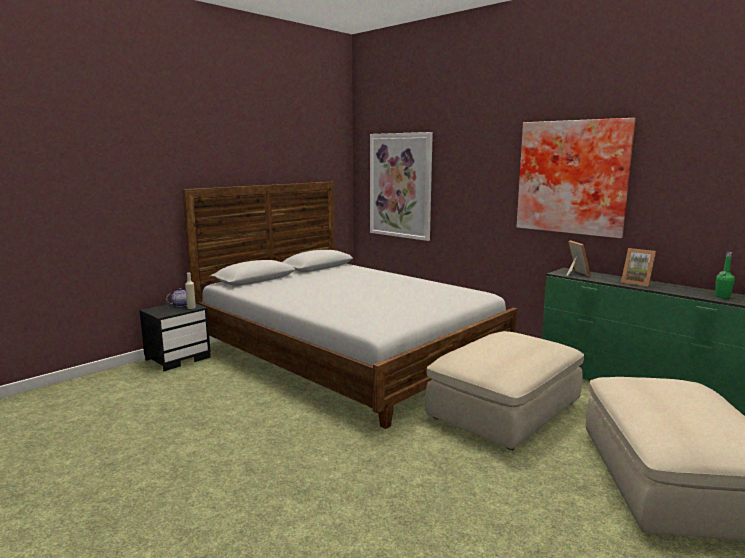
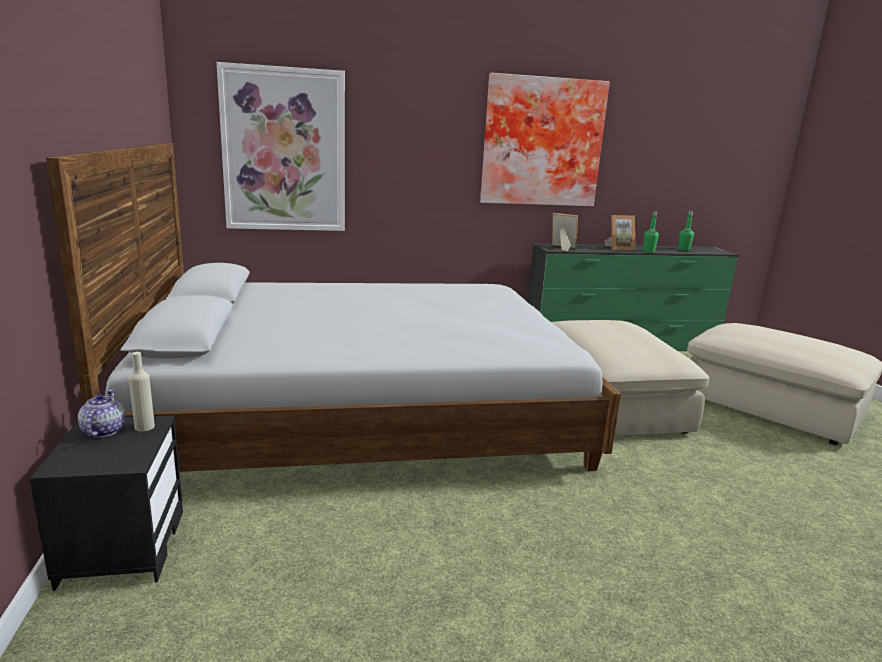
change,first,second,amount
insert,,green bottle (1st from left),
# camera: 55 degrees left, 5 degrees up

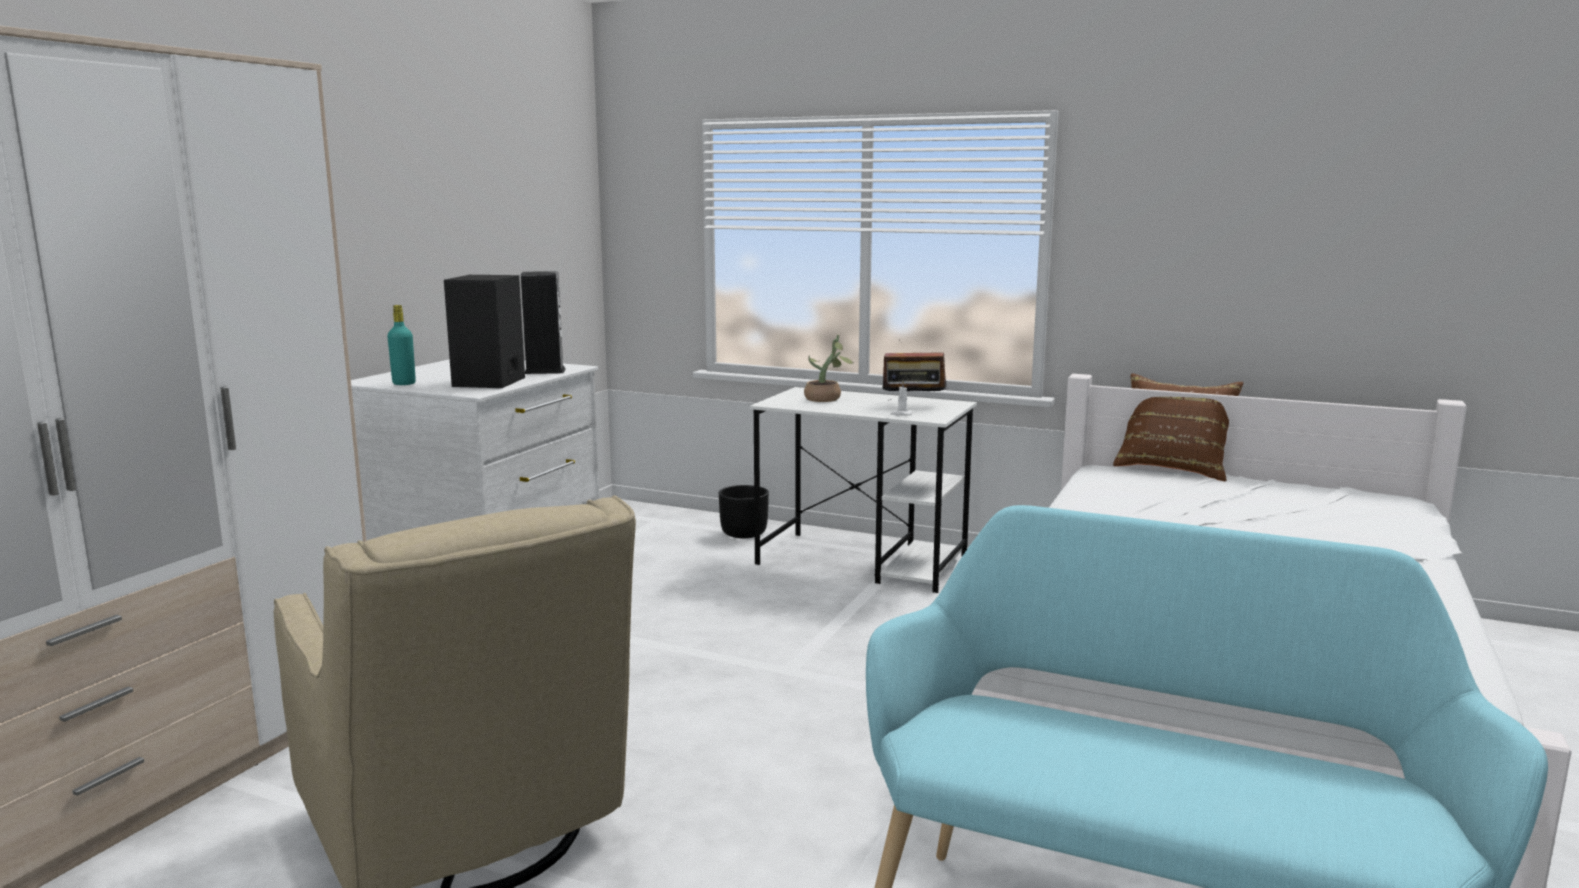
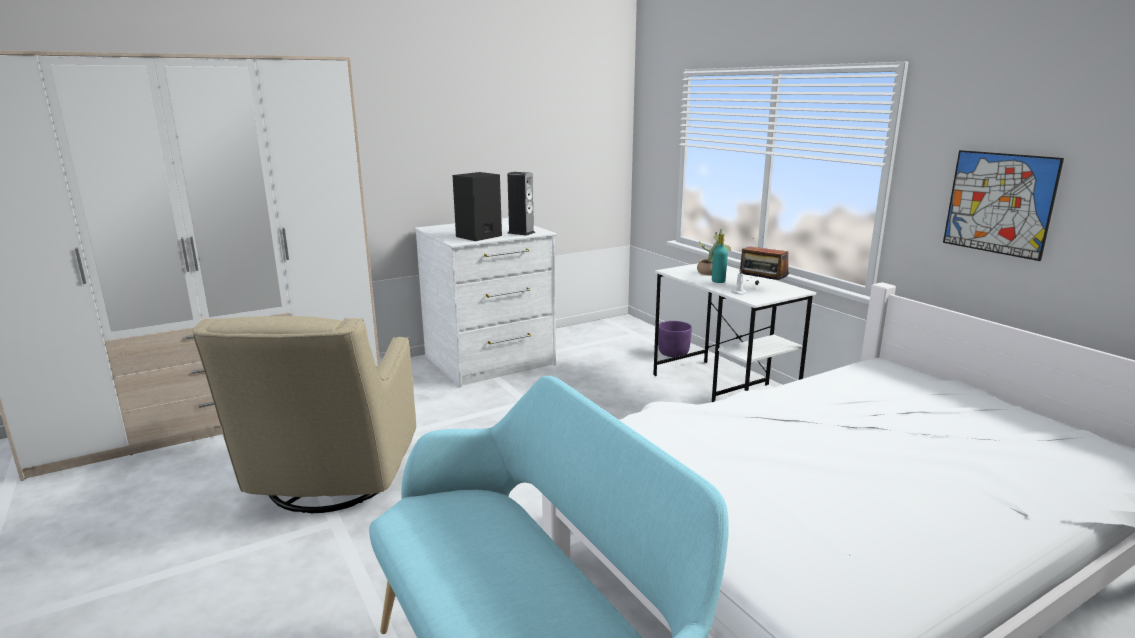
change,first,second,amount
delete,brown pillow,,
insert,,picture,
move,turquoise bottle,,
recolor,black planter,purple planter,
# camera: 35 degrees right, 5 degrees up

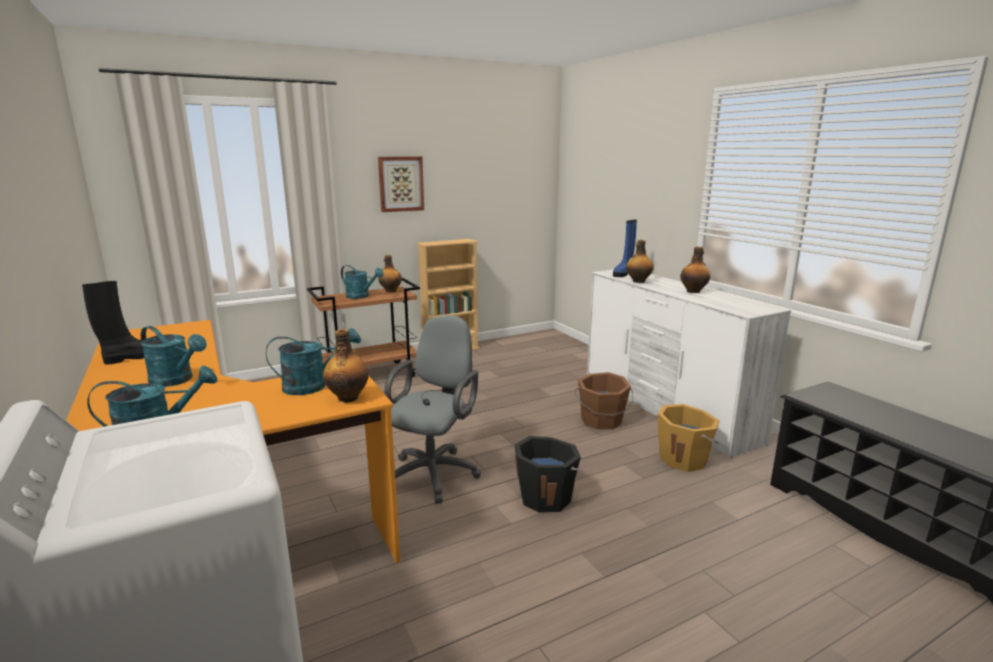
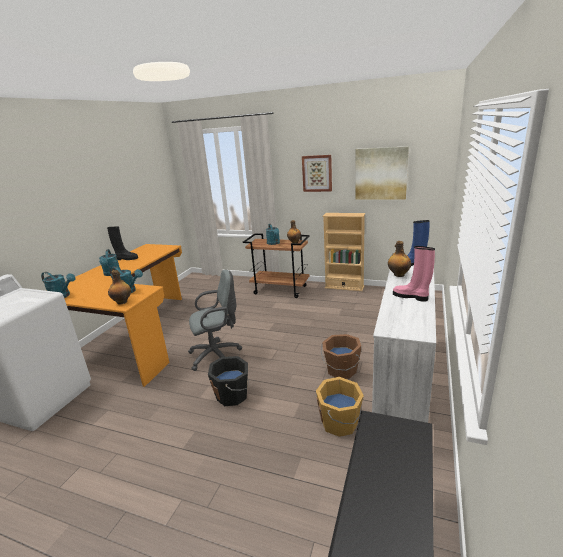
change,first,second,amount
insert,,picture (2nd from left),
replace,bottle (4th from left),pink boot,
# camera: 50 degrees right, 5 degrees up

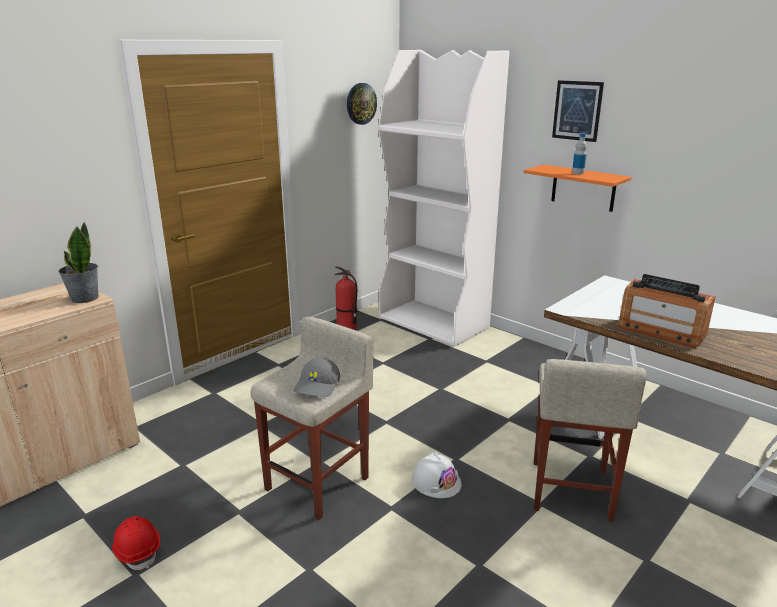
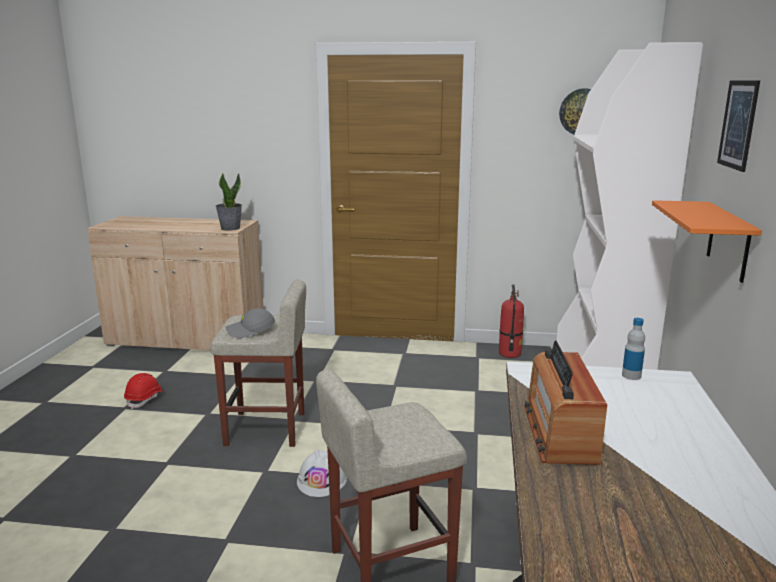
change,first,second,amount
move,bottle,,
# camera: 55 degrees right, 5 degrees down

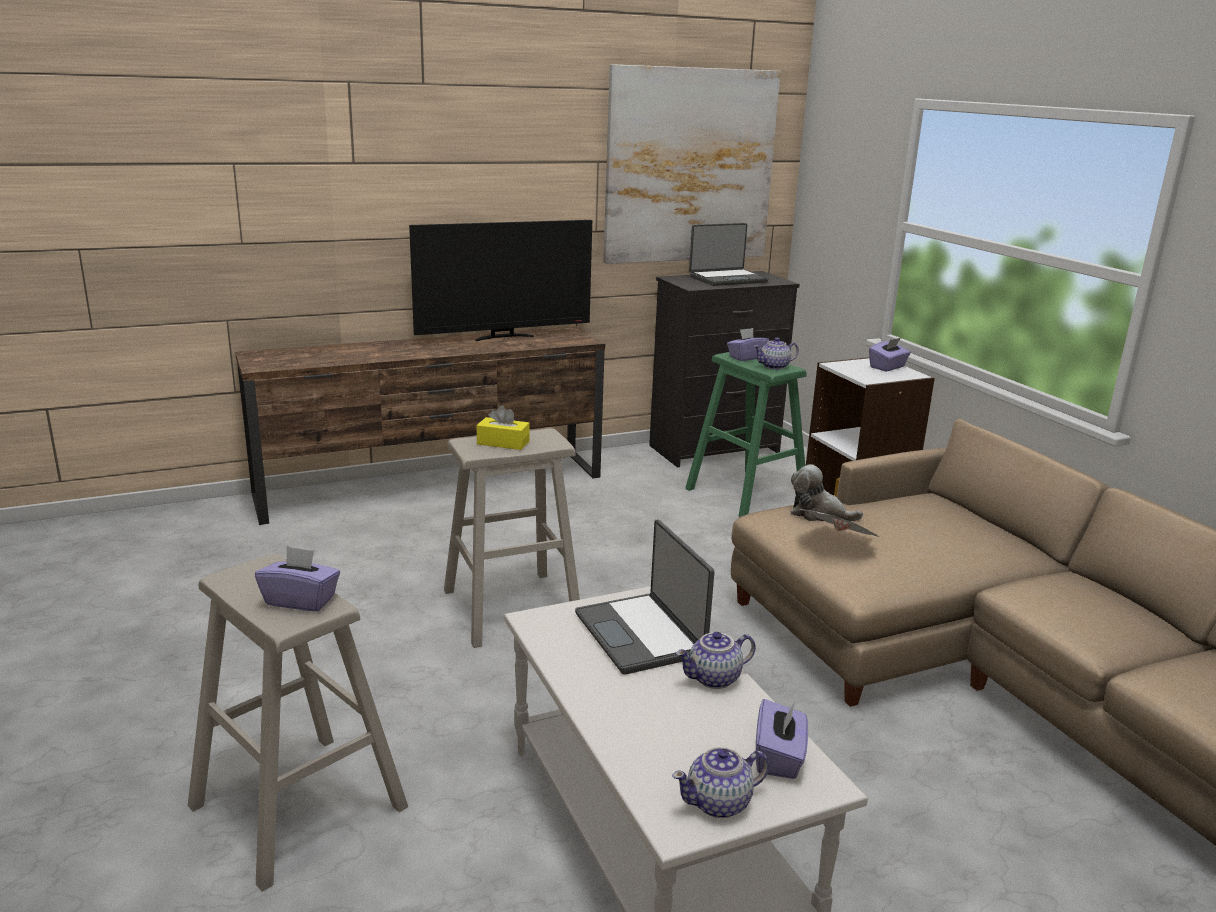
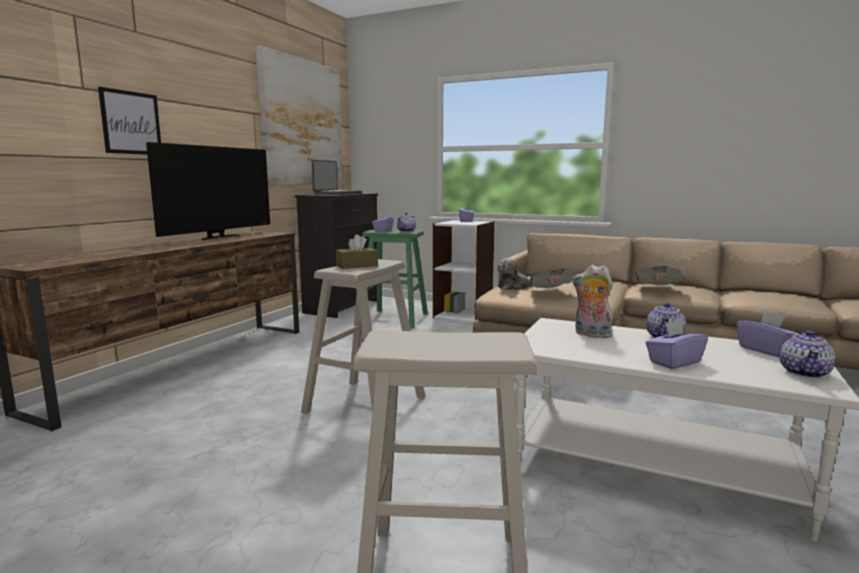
change,first,second,amount
insert,,picture (1st from left),
insert,,newspaper (2nd from left),
move,purple tissue box (1st from left in the first image),purple tissue box (3rd from left),
replace,laptop (1st from left),plush toy (2nd from left),
recolor,yellow tissue box,brown tissue box,
# camera: 40 degrees left, 10 degrees down

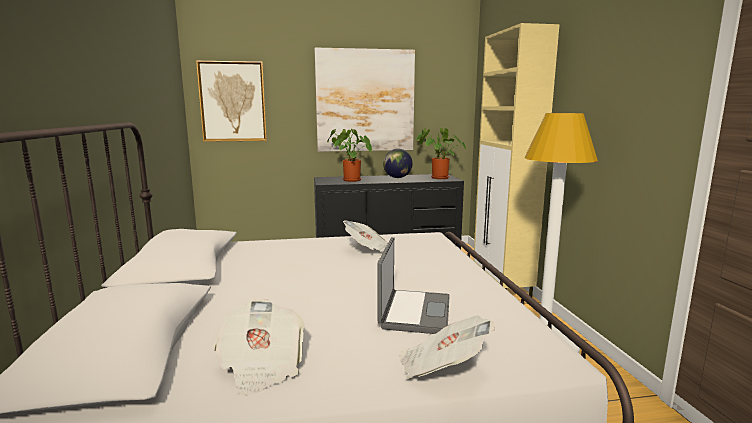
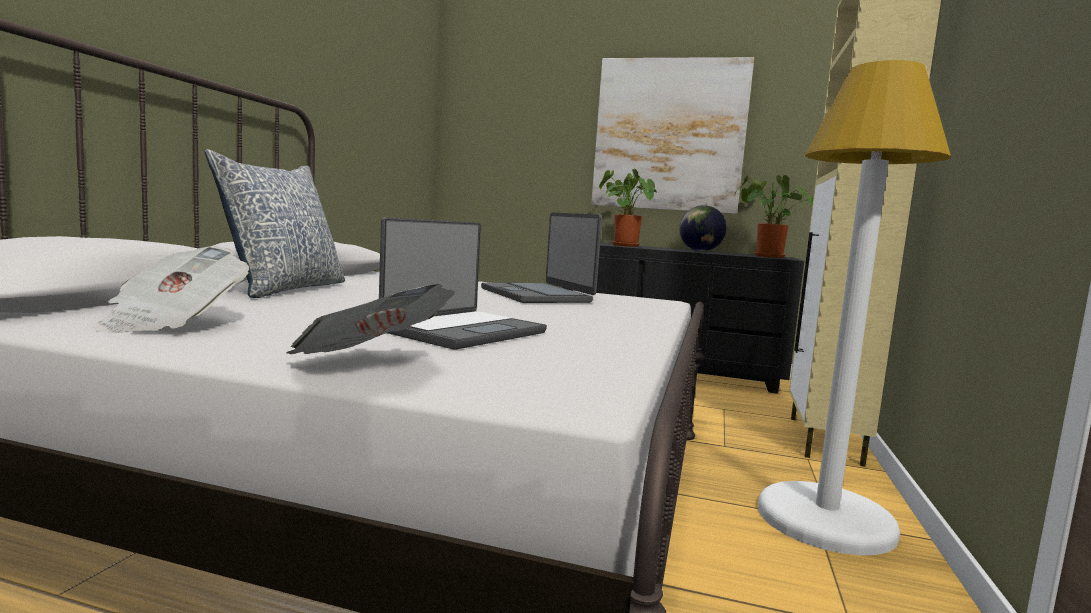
change,first,second,amount
delete,picture (1st from left),,
insert,,pillow,
replace,newspaper (2nd from left),laptop (2nd from left),
# camera: 25 degrees right, 5 degrees down

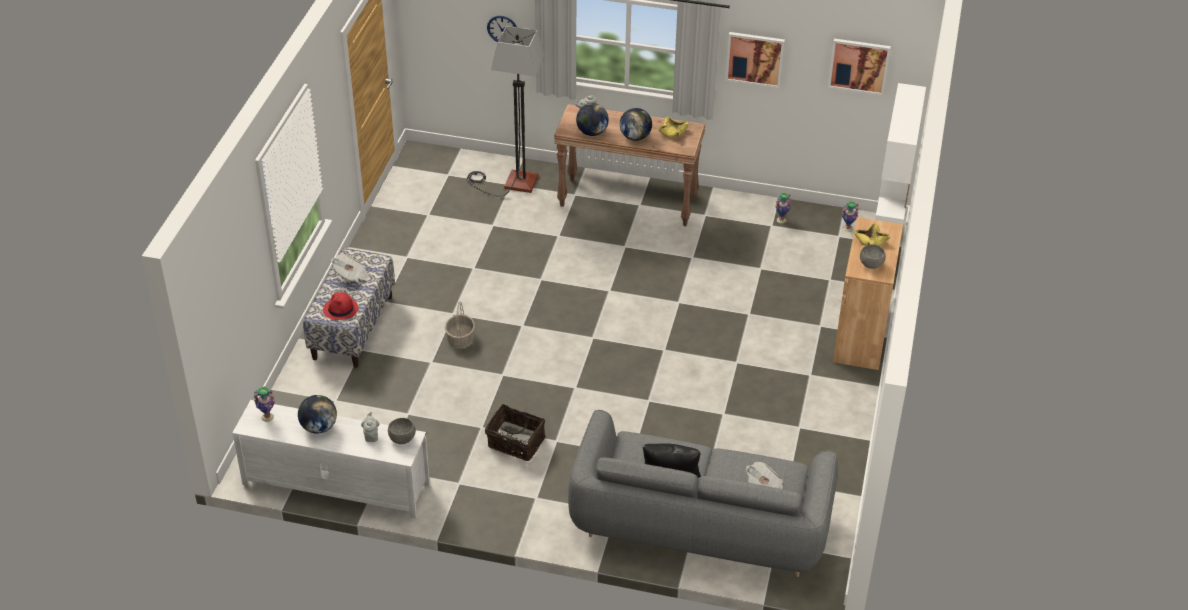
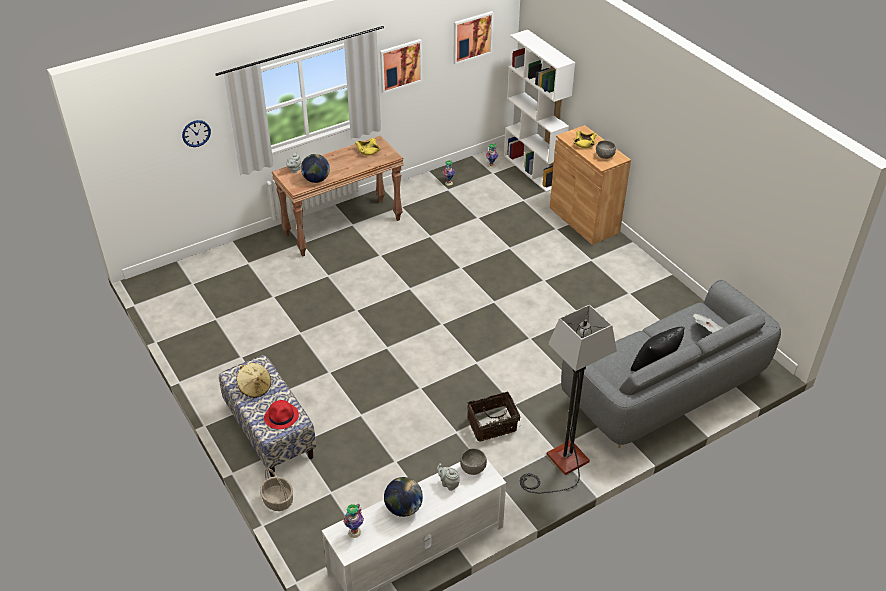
change,first,second,amount
delete,globe (3rd from left),,
move,basket (1st from left),,
move,floor lamp,,
replace,newspaper (1st from left),beige hat,
# camera: 45 degrees left, 0 degrees up

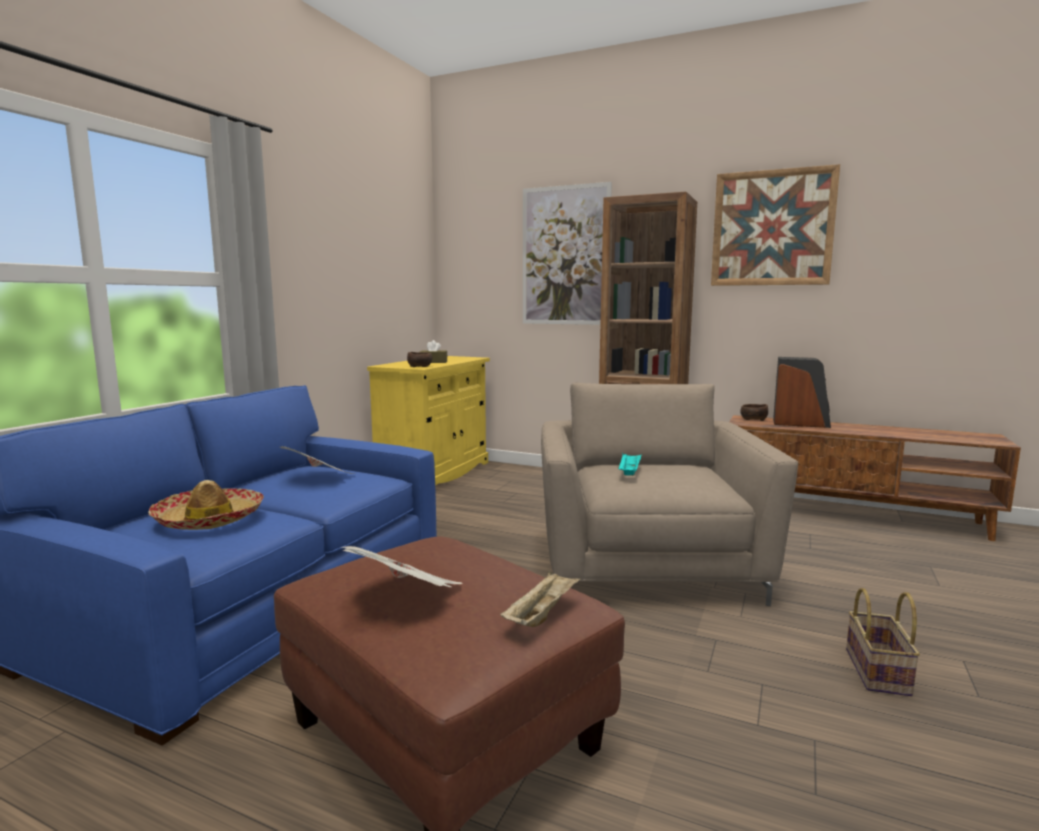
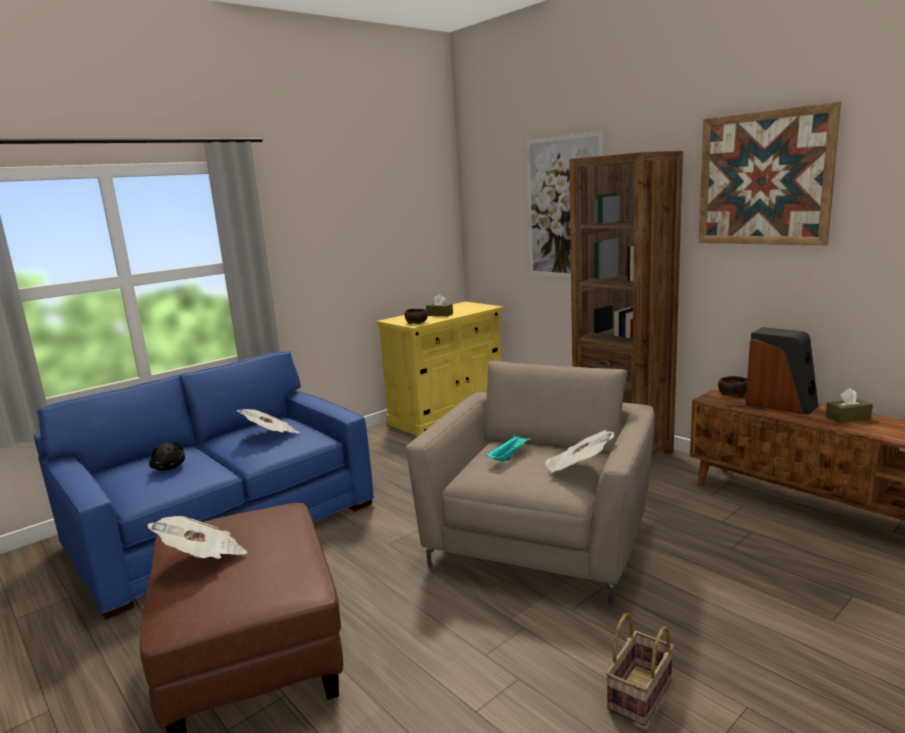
change,first,second,amount
delete,beige tray,,
insert,,newspaper (3rd from left),
insert,,brown tissue box (2nd from left),
replace,hat,black plush toy,
# camera: 25 degrees right, 5 degrees up

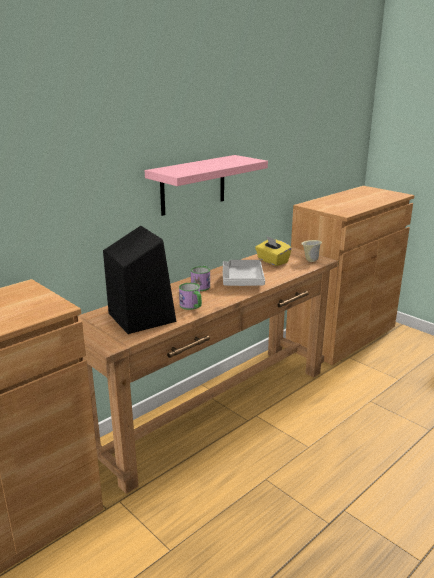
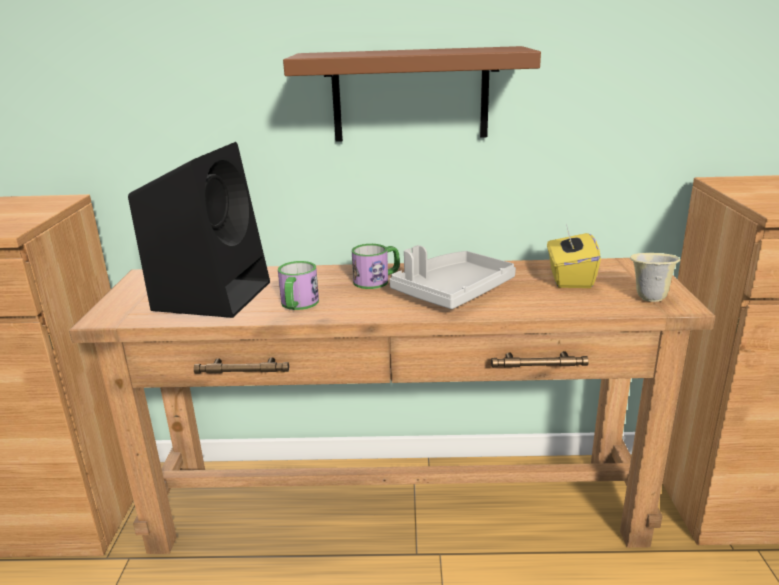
change,first,second,amount
recolor,pink shelf,brown shelf,
# camera: 45 degrees right, 0 degrees up

